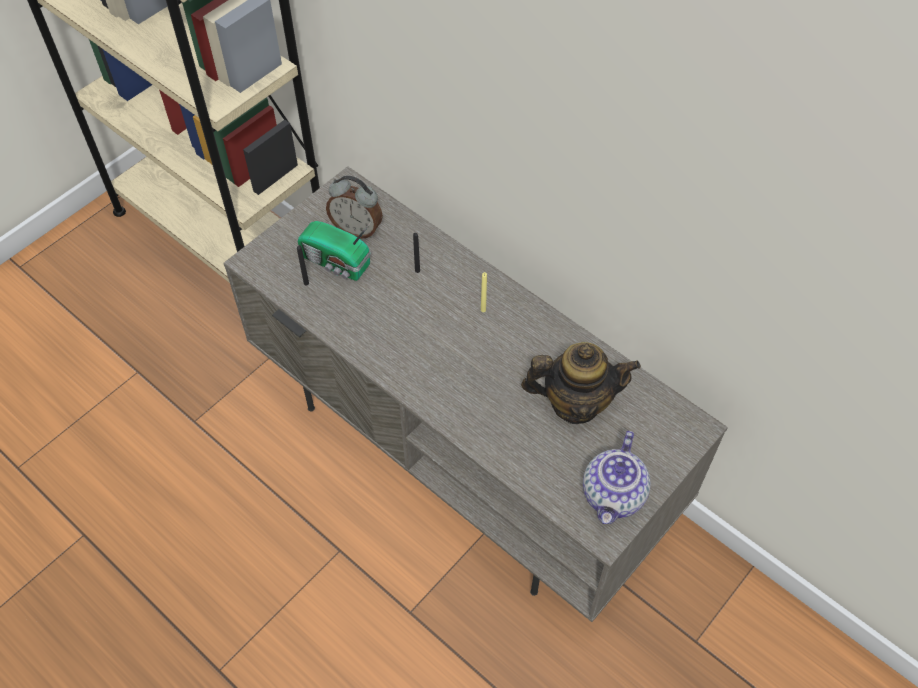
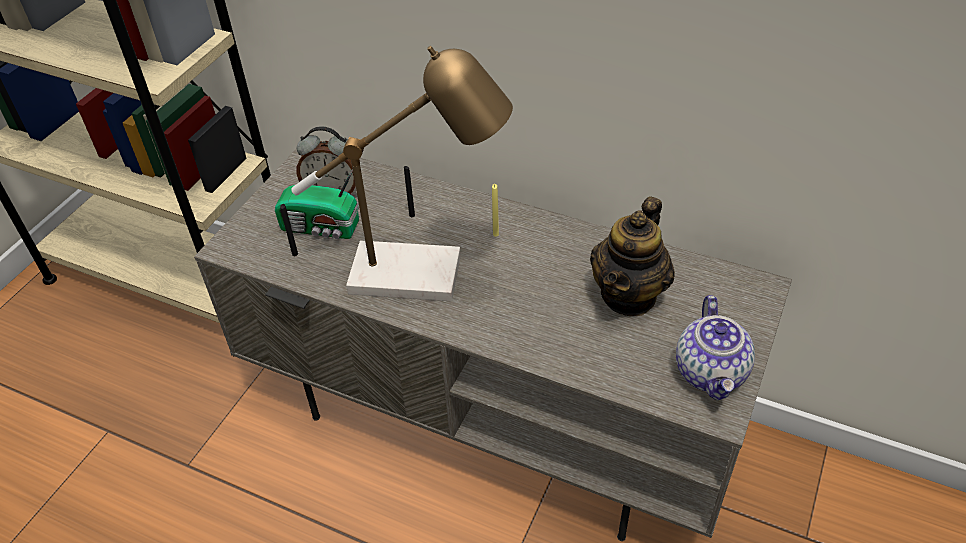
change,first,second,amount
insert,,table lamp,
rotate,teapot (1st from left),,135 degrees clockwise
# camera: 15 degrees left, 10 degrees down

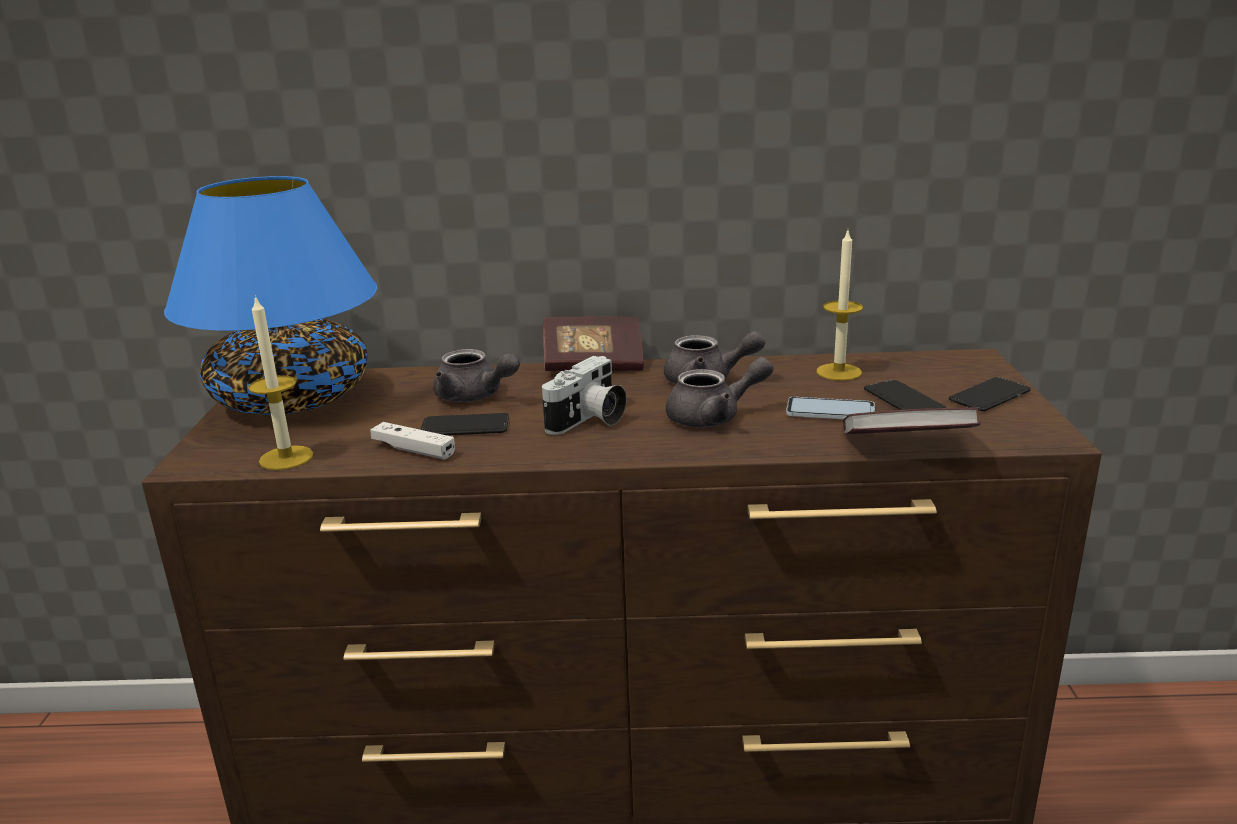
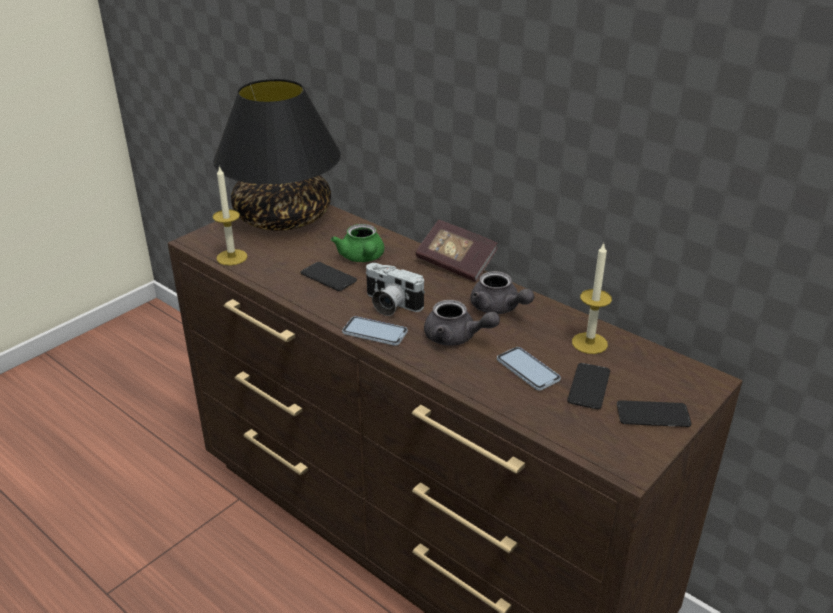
change,first,second,amount
delete,white game controller,,
delete,book (2nd from left),,
insert,,phone (2nd from left),
recolor,blue table lamp,black table lamp,
recolor,grey teapot (1st from left),green teapot,
rotate,photo camera,,45 degrees clockwise
# camera: 40 degrees right, 10 degrees up

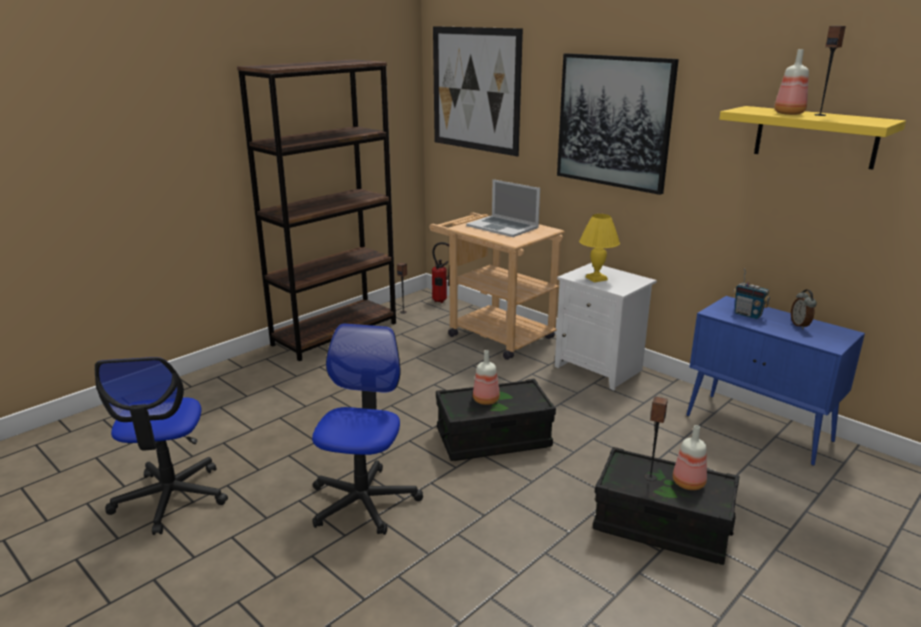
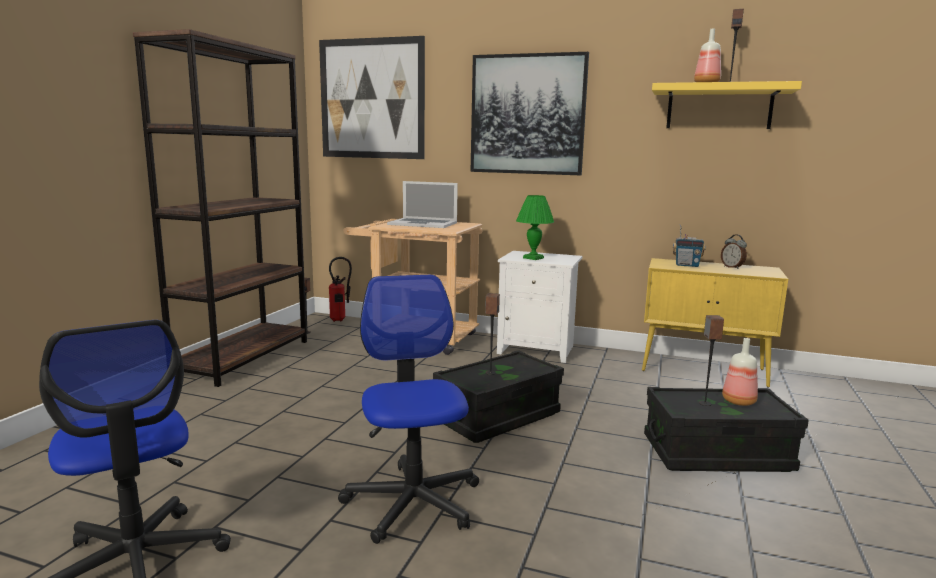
change,first,second,amount
replace,bottle (1st from left),speaker (2nd from left),
recolor,yellow table lamp,green table lamp,
recolor,blue cabinet,yellow cabinet,
# camera: 25 degrees left, 10 degrees down

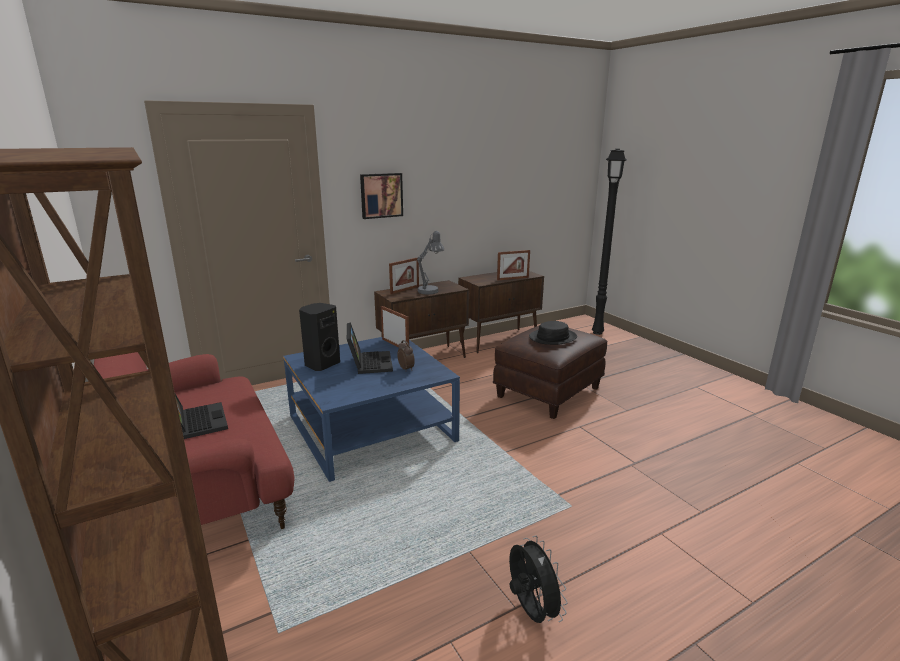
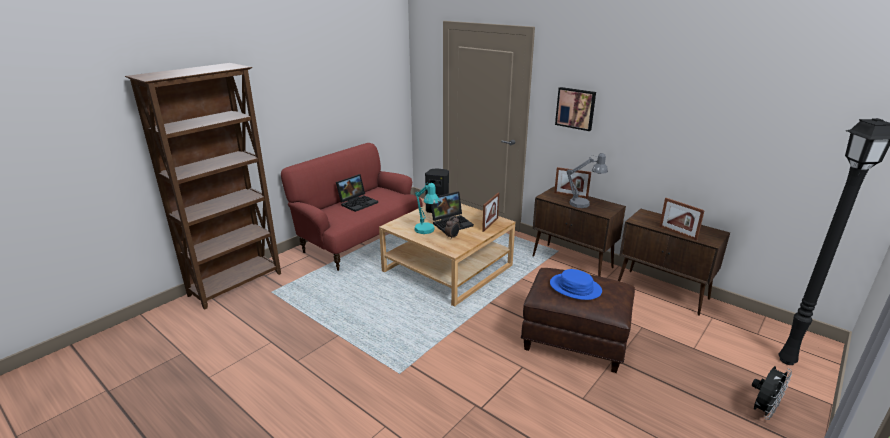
change,first,second,amount
insert,,turquoise table lamp,
move,black fan,,
recolor,blue coffee table,beige coffee table,
recolor,black hat,blue hat,
# camera: 70 degrees right, 5 degrees up

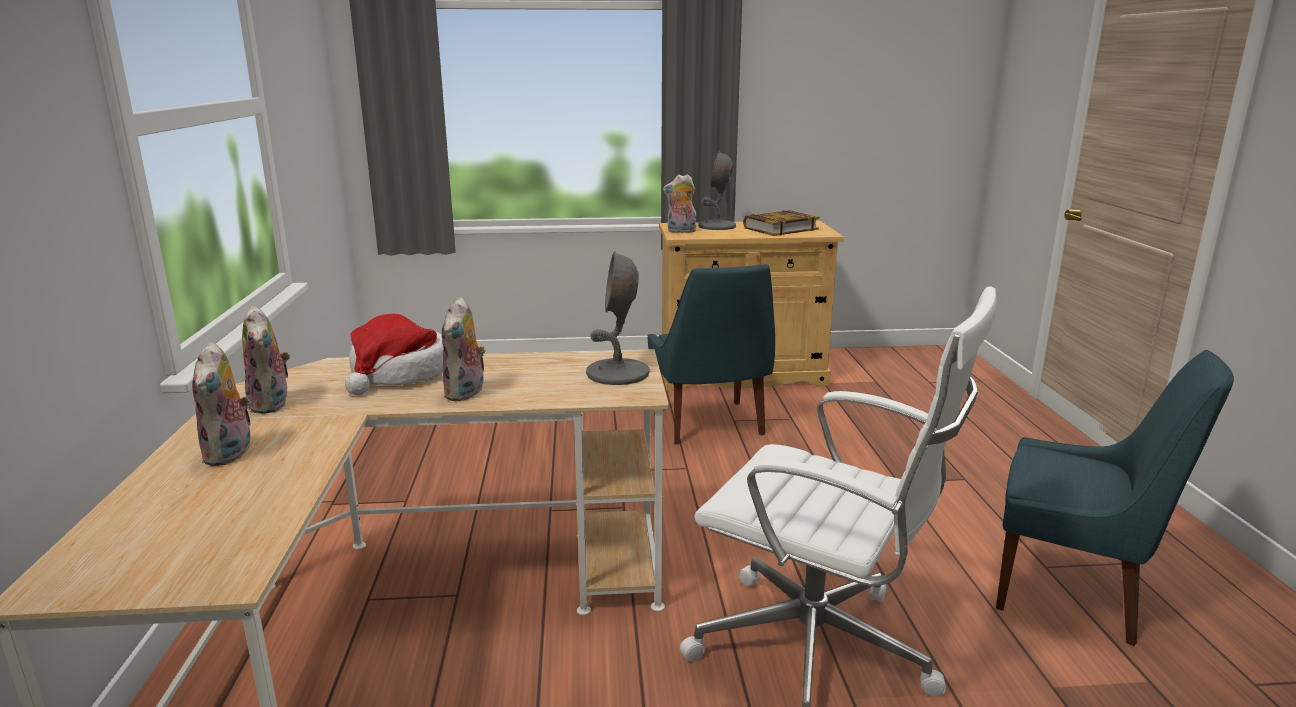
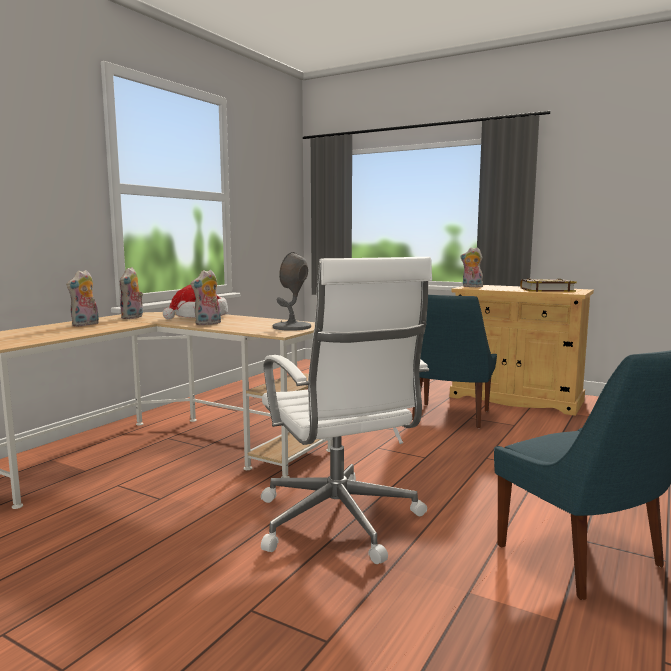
change,first,second,amount
delete,grey table lamp (2nd from left),,
# camera: 35 degrees right, 10 degrees down

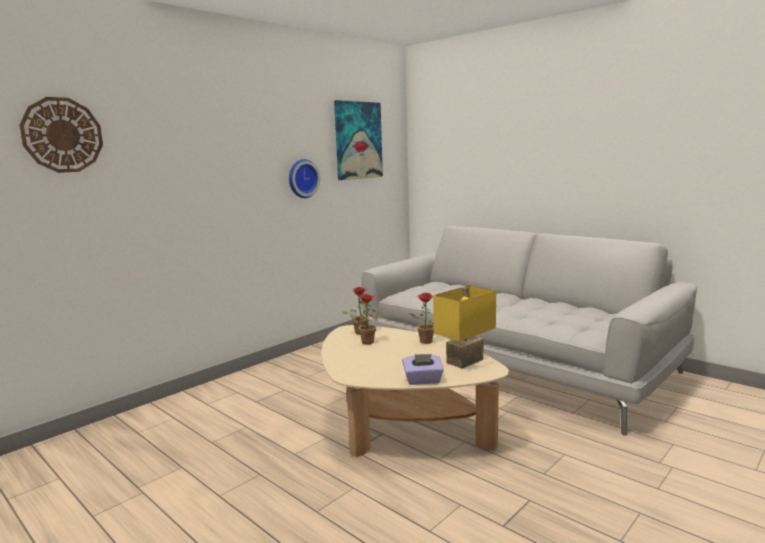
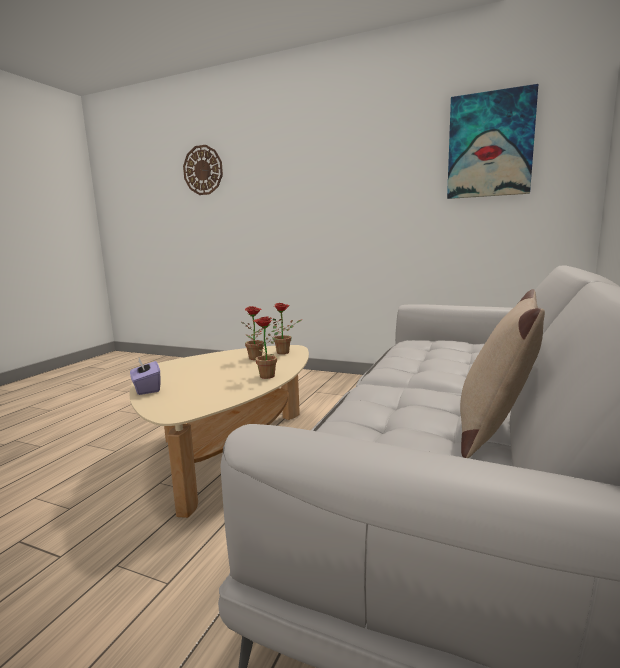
change,first,second,amount
delete,wall clock (2nd from left),,
delete,yellow table lamp,,
insert,,beige pillow,
# camera: 70 degrees right, 0 degrees up

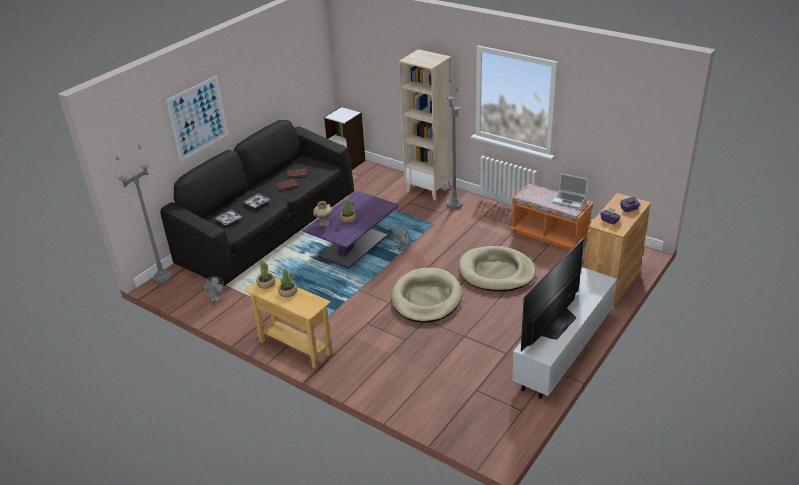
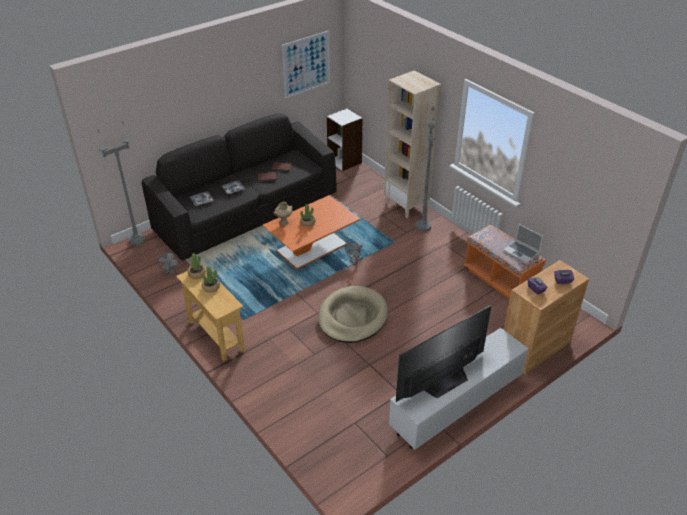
change,first,second,amount
delete,beige dog bed (2nd from left),,
move,picture,,
recolor,purple coffee table,orange coffee table,
# camera: 15 degrees right, 5 degrees up

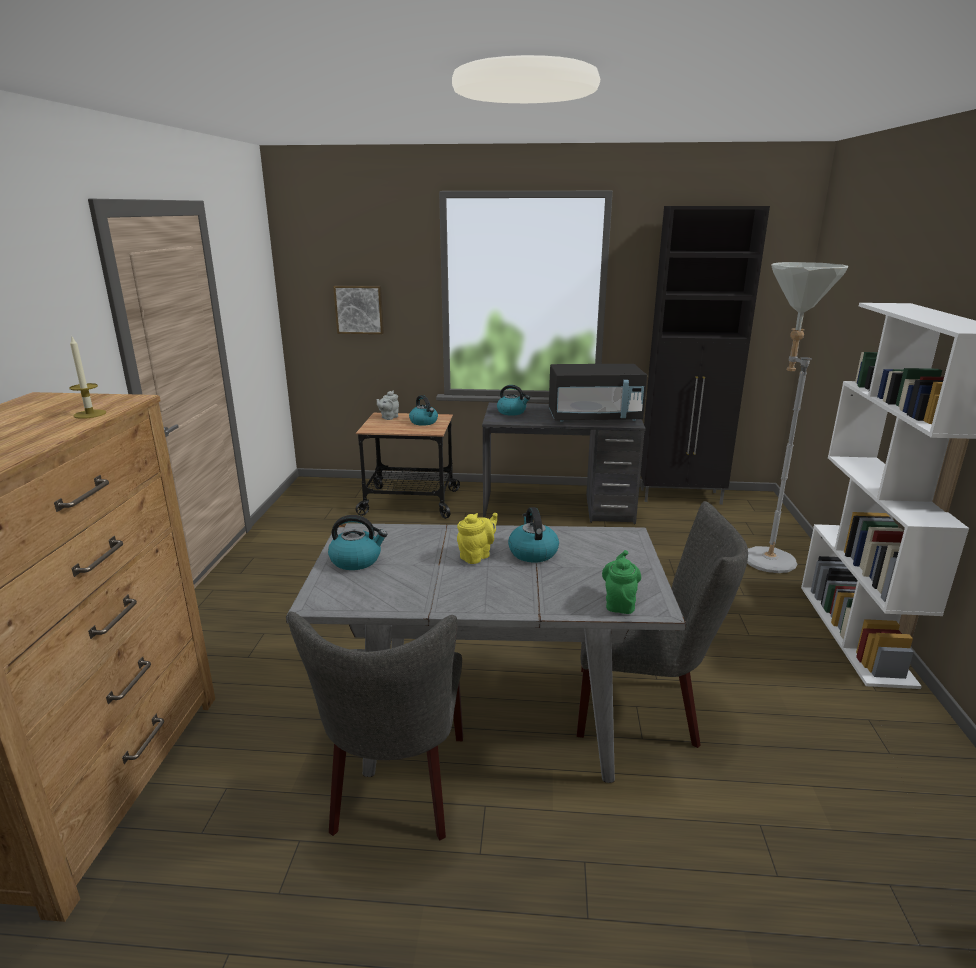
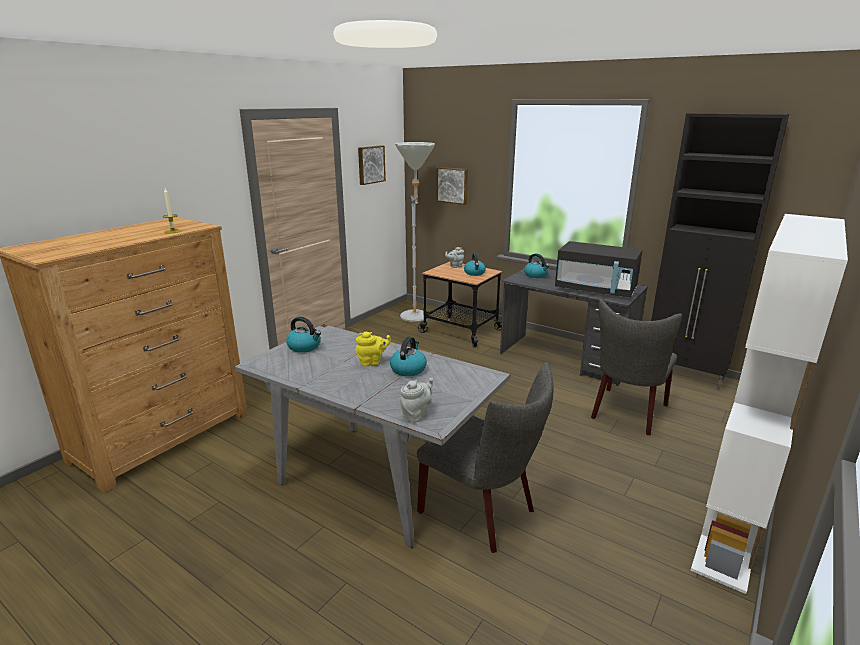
change,first,second,amount
insert,,picture (1st from left),
move,grey chair (1st from left in the first image),grey chair (2nd from left),
move,grey floor lamp,,
recolor,green teapot,grey teapot (1st from left),
# camera: 30 degrees right, 0 degrees up

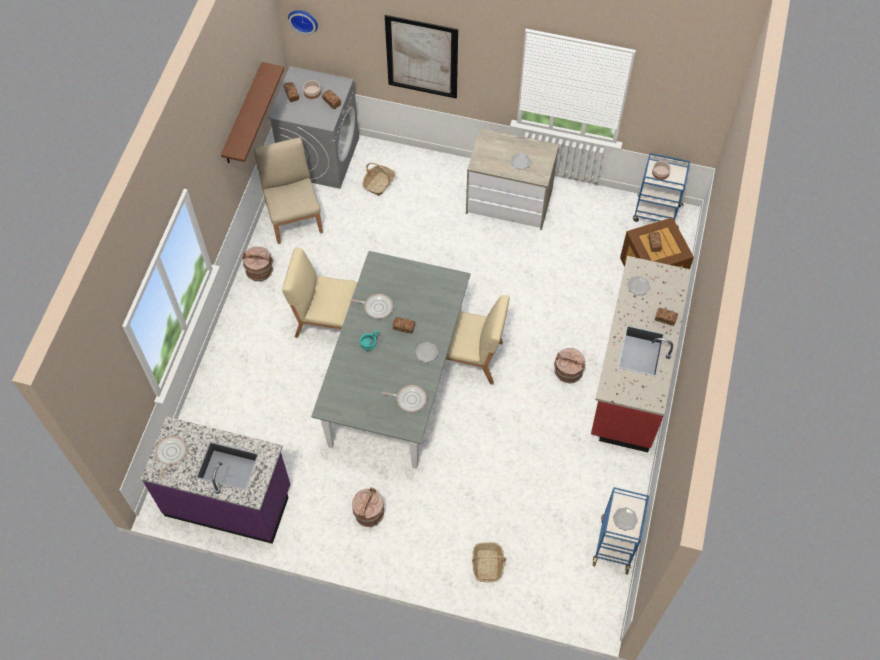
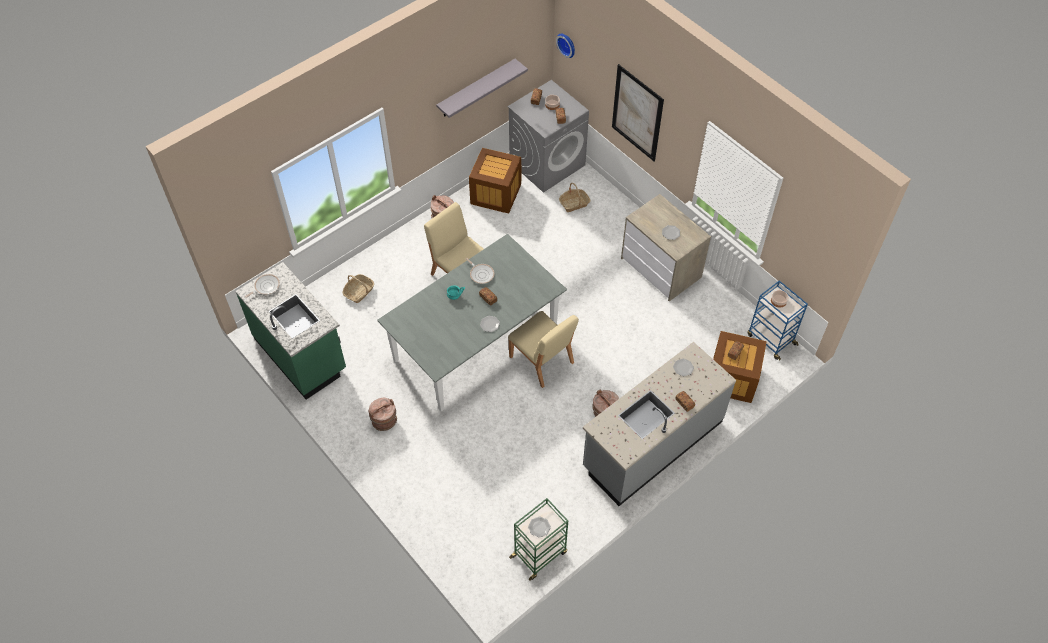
change,first,second,amount
delete,frying pan (3rd from left),,
move,basket (2nd from left in the first image),basket (1st from left),
replace,beige chair (1st from left),crate (1st from left),
recolor,purple counter,green counter,
recolor,brown shelf,grey shelf,
recolor,red counter,grey counter,
recolor,blue cart (1st from left),green cart,
# camera: 35 degrees right, 5 degrees down

